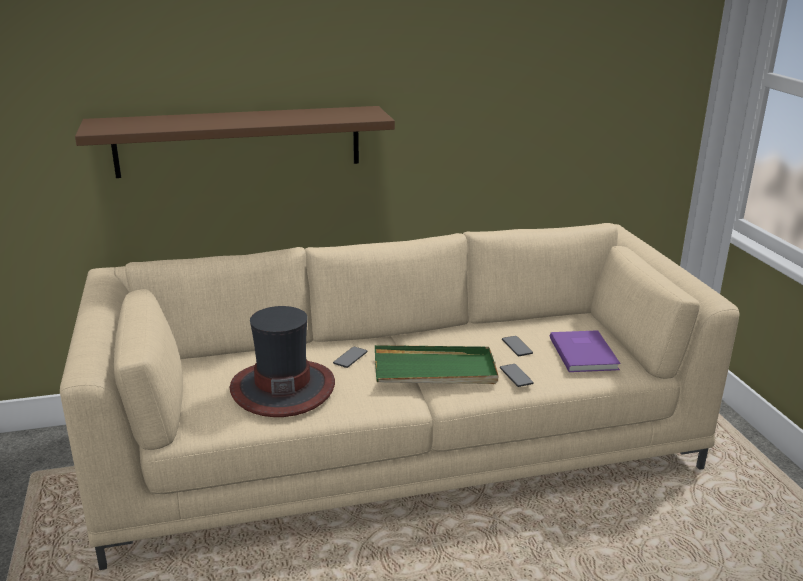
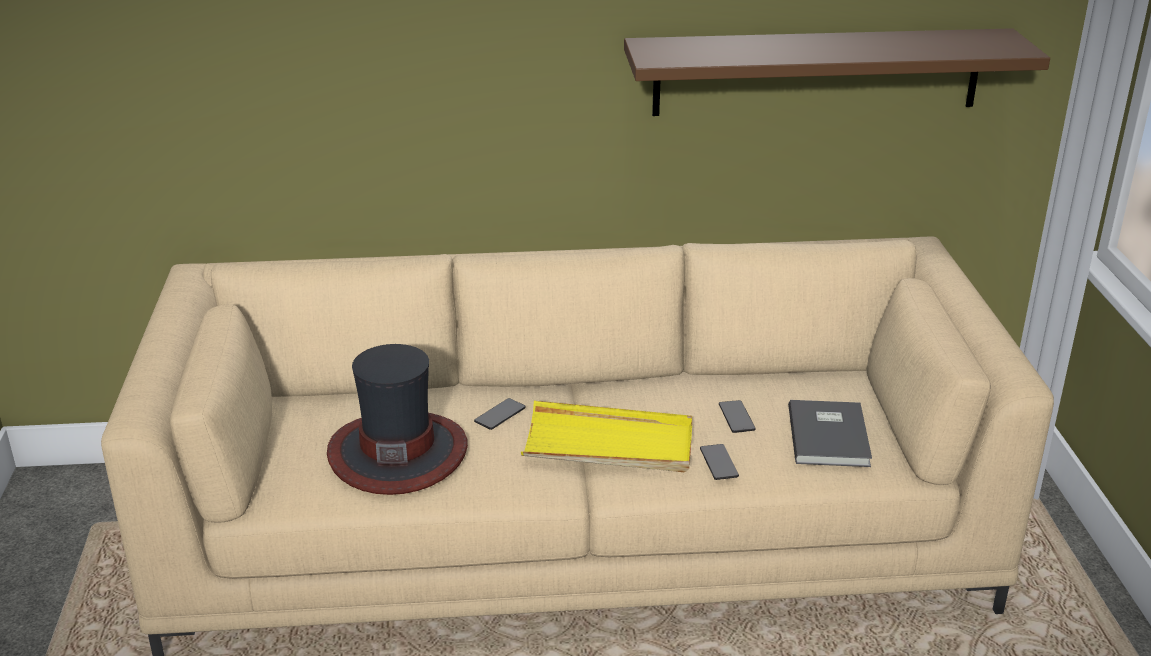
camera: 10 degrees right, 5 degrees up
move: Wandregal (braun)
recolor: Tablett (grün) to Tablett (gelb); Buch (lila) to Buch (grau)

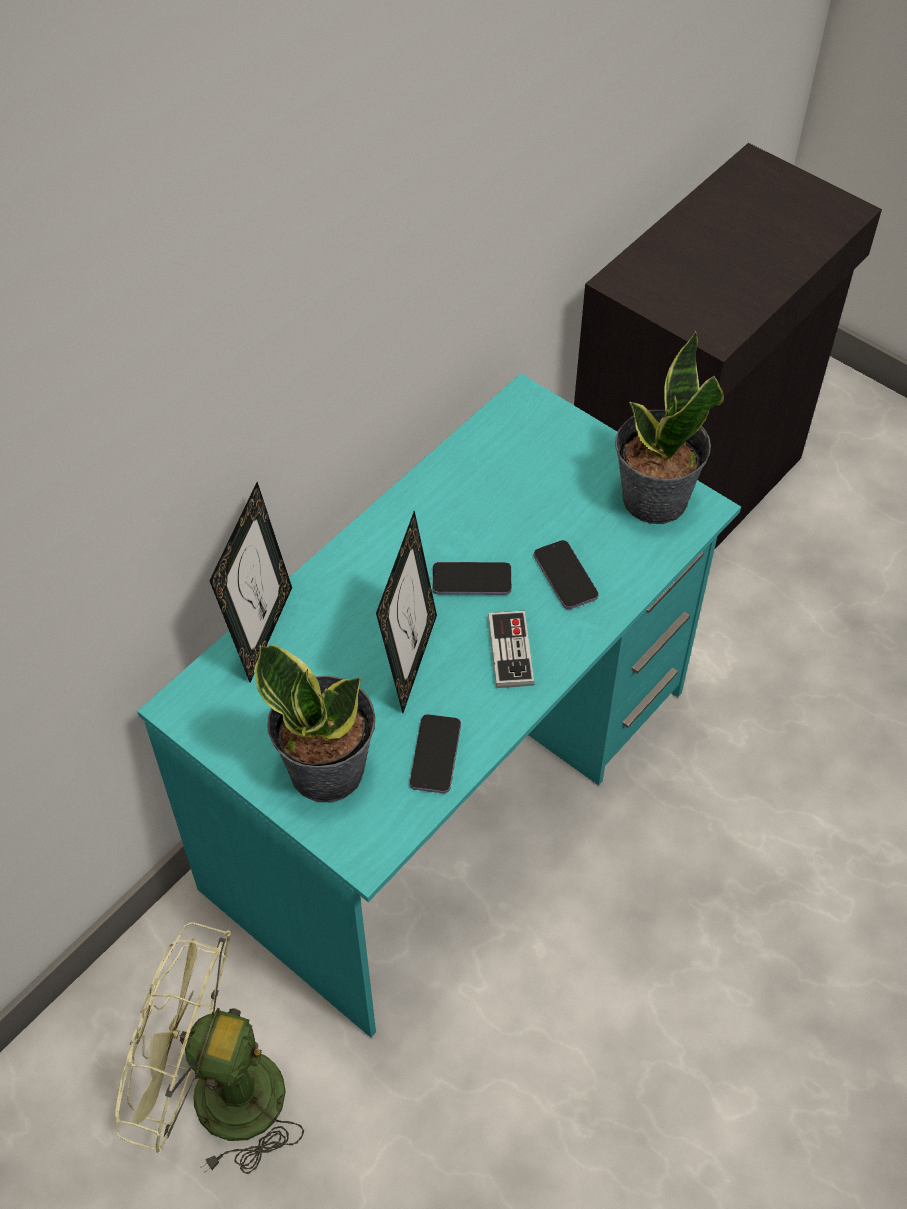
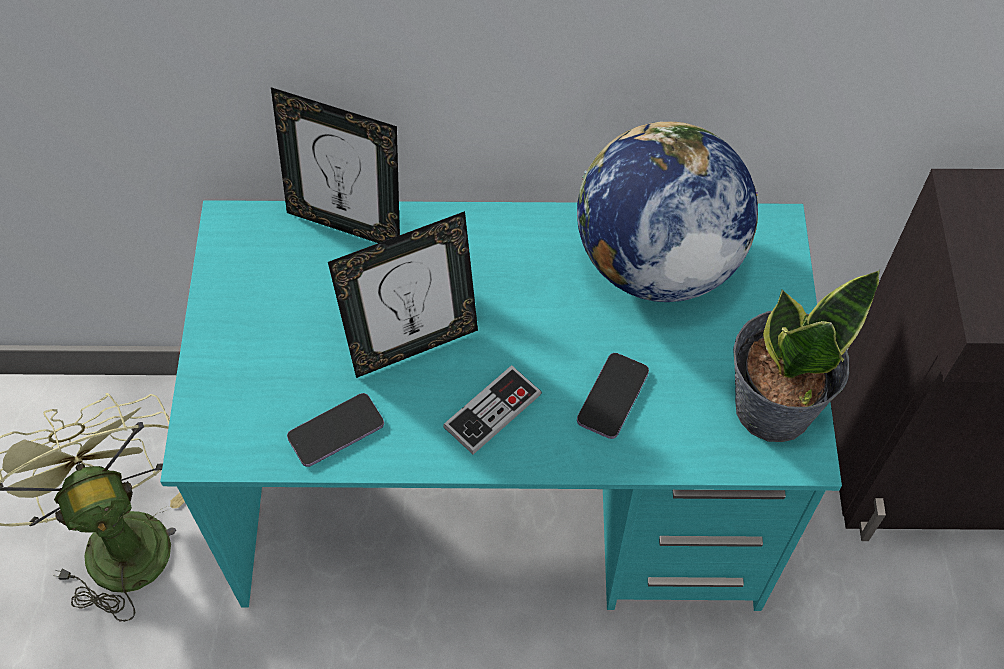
camera: 50 degrees right, 5 degrees up
delete: Topfpflanze (1st from left); Handy (2nd from left)
insert: Globus
rotate: Bilderrahmen (1st from left) 45 degrees clockwise

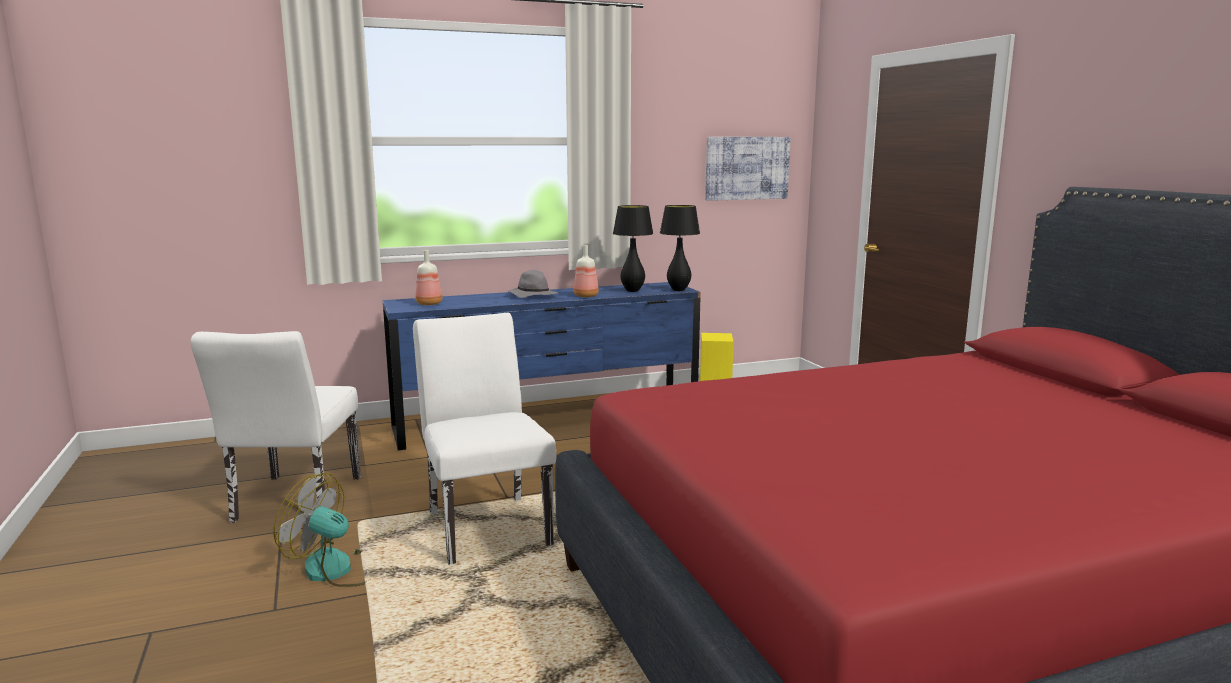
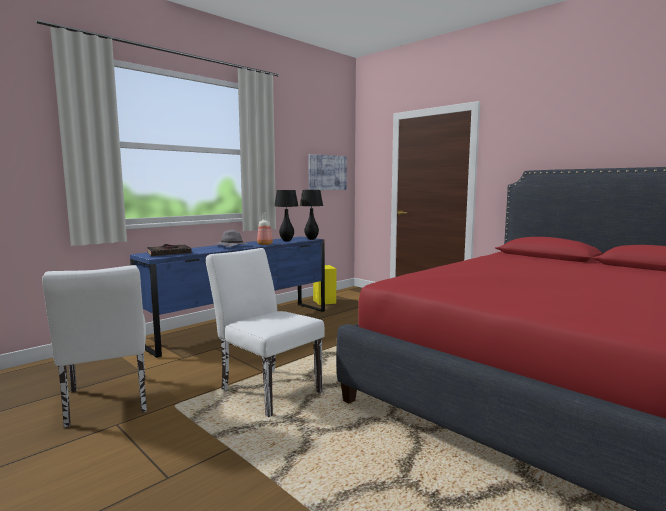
camera: 25 degrees left, 5 degrees down
delete: Ventilator
replace: Flasche (1st from left) to Buch (schwarz)

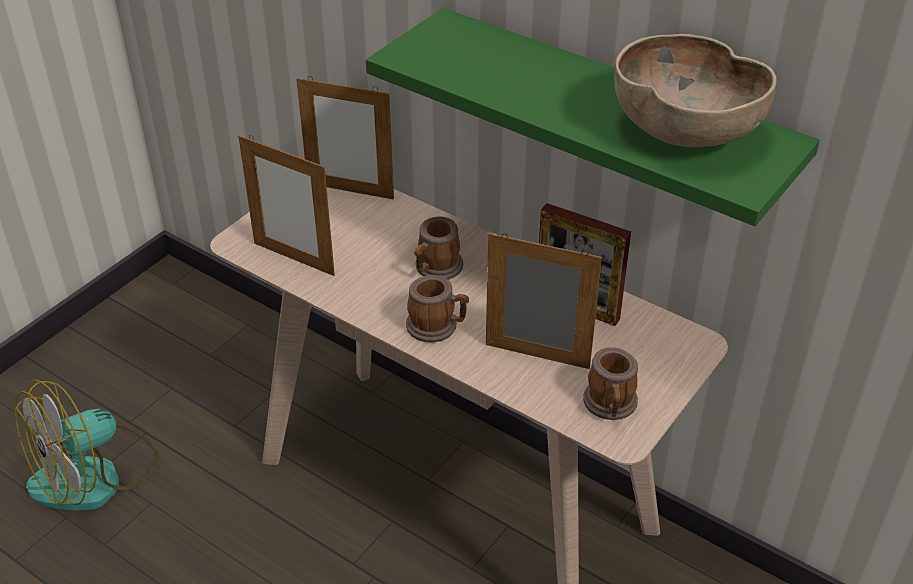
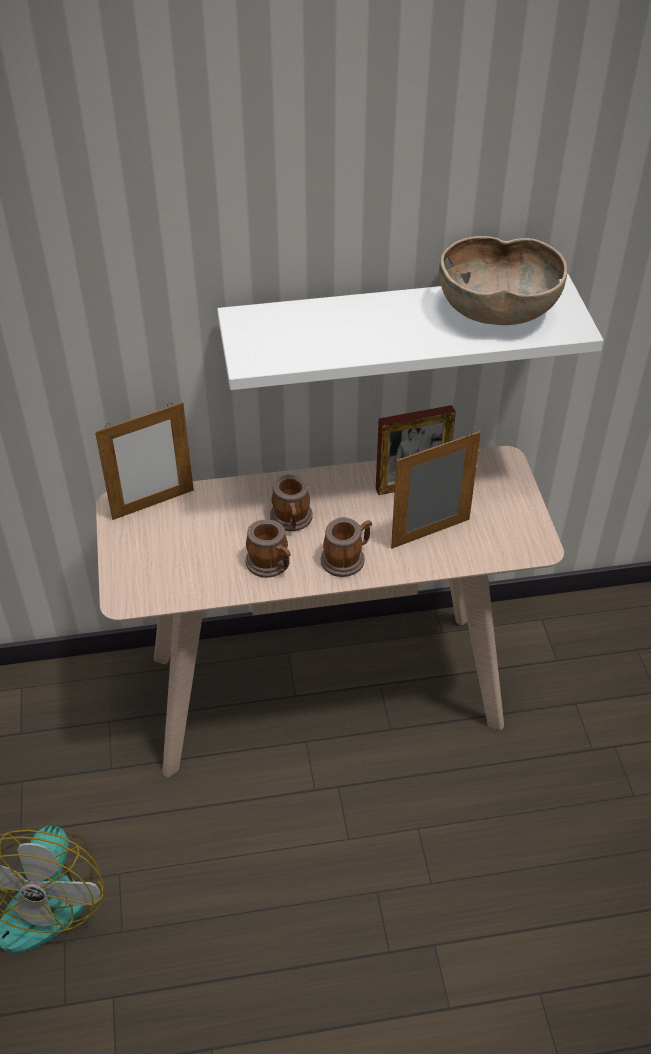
camera: 45 degrees left, 5 degrees up
delete: Bilderrahmen (1st from left)
move: Henkelbecher (3rd from left in the first image) to Henkelbecher (1st from left)
recolor: Wandregal (grün) to Wandregal (weiß)

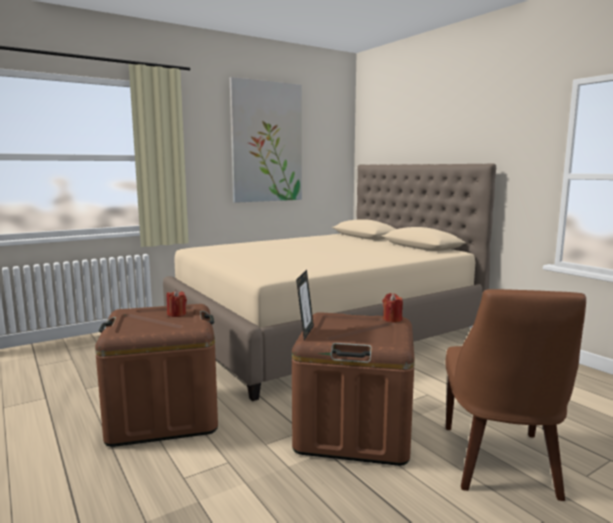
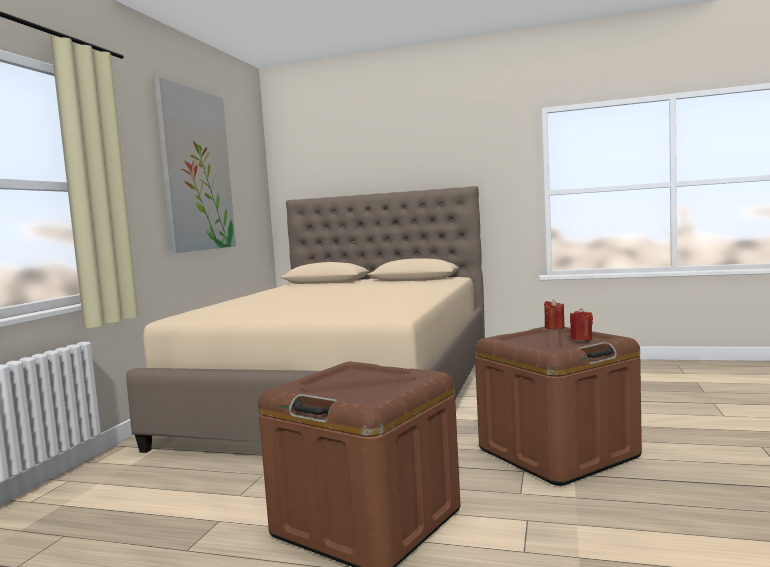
camera: 40 degrees left, 5 degrees down
delete: Bilderrahmen; Stuhl (braun)
move: Kerze (rot) (1st from left in the first image) to Kerze (rot) (2nd from left)

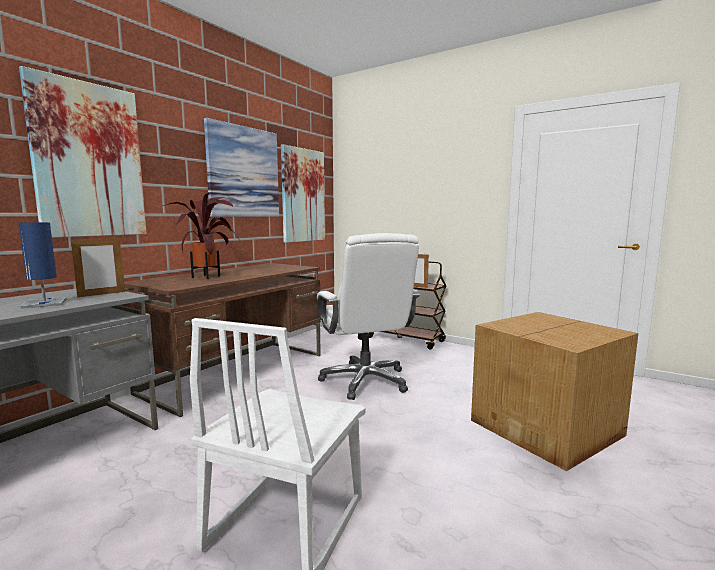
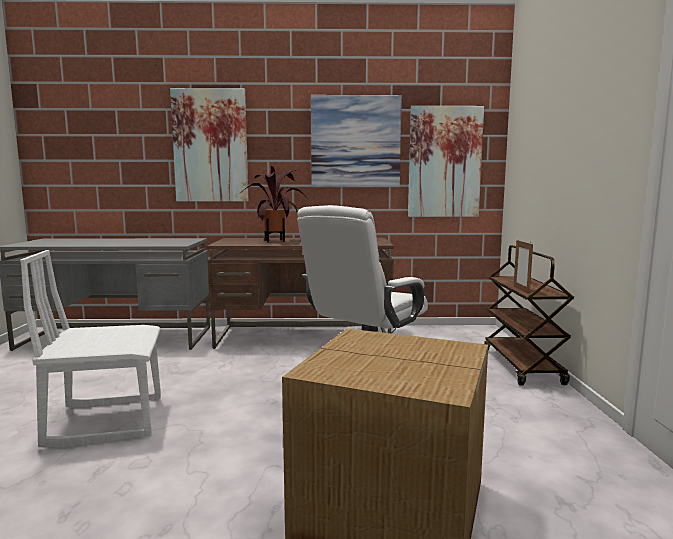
camera: 55 degrees right, 0 degrees up
delete: Tischlampe (blau); Bilderrahmen (1st from left)

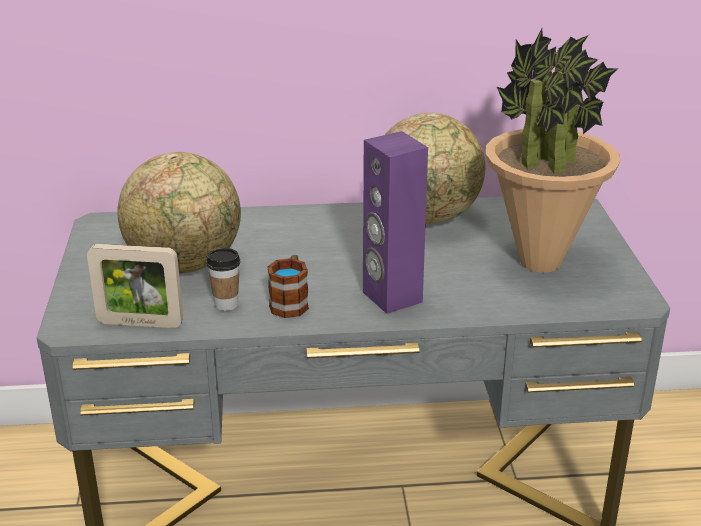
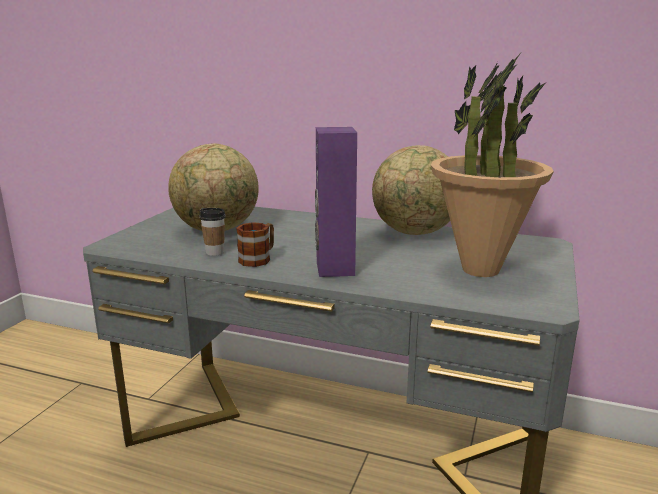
camera: 25 degrees right, 10 degrees down
delete: Bilderrahmen

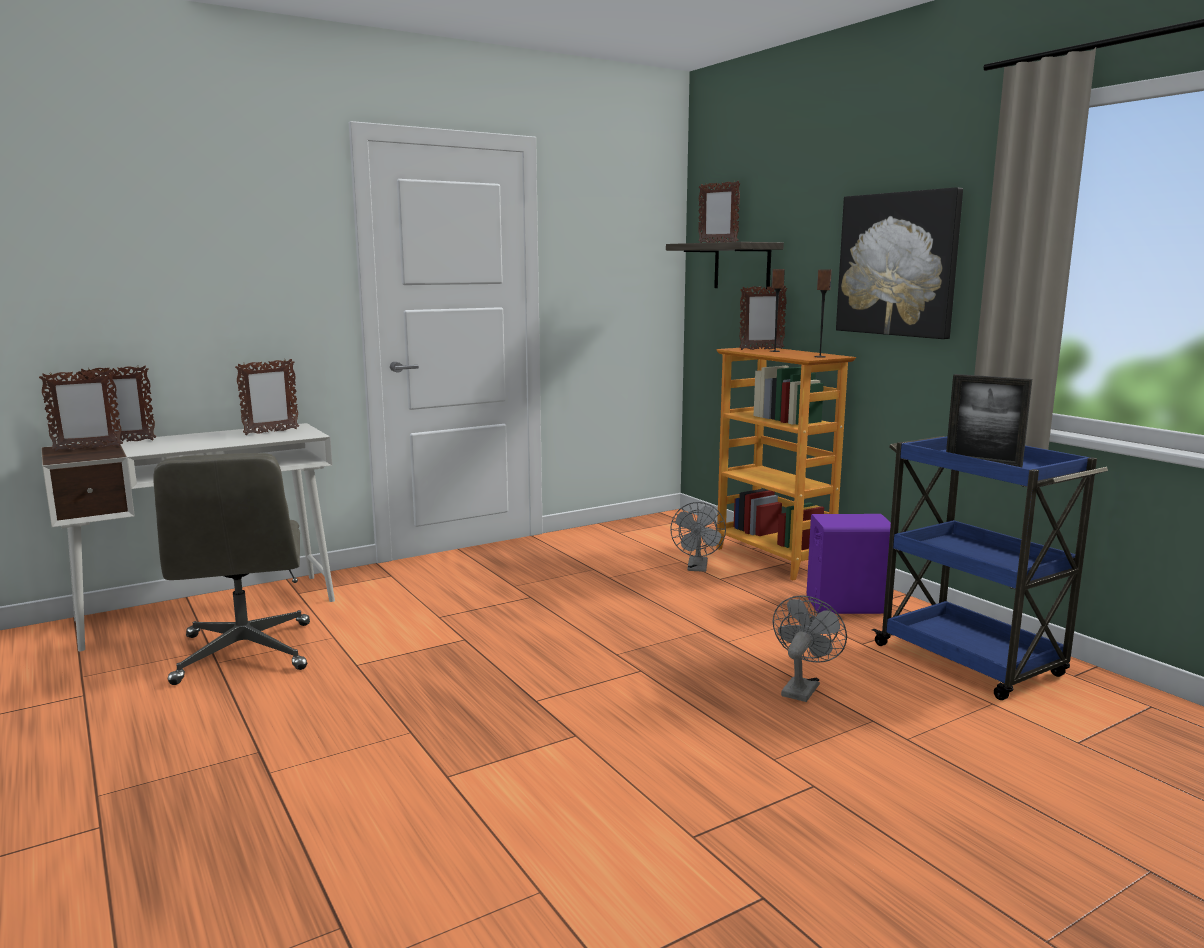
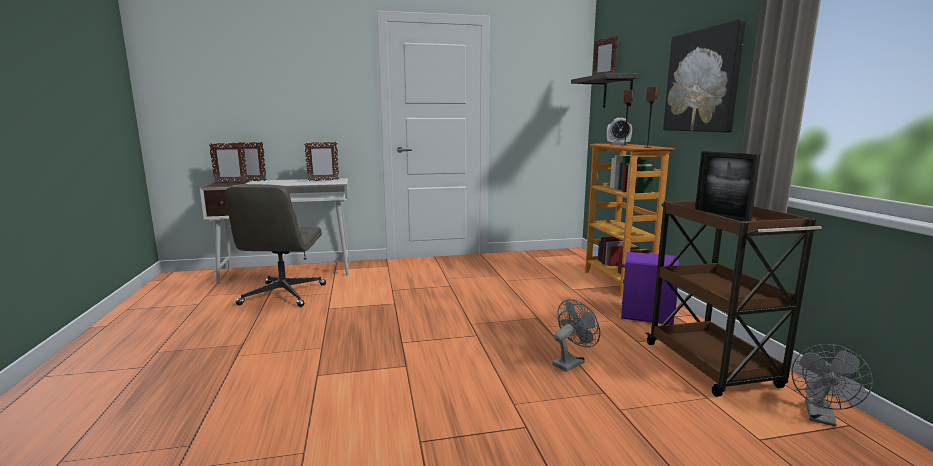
camera: 20 degrees right, 0 degrees up
move: Ventilator (grau) (1st from left in the first image) to Ventilator (grau) (2nd from left)
replace: Bilderrahmen (5th from left) to Wecker
recolor: Rollwagen (blau) to Rollwagen (braun)

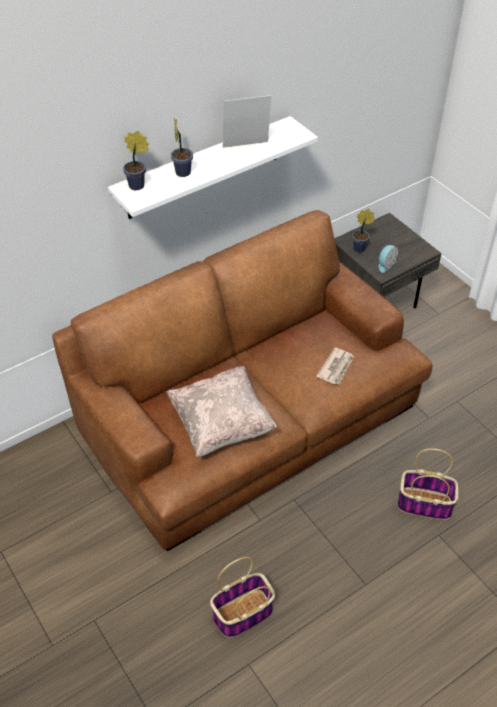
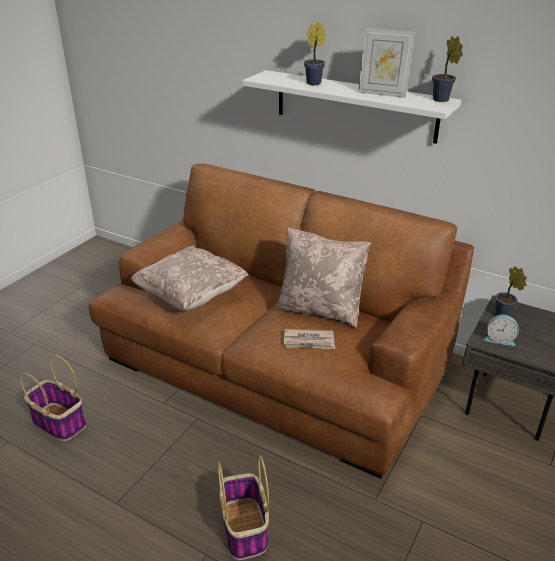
camera: 65 degrees right, 15 degrees down
insert: Kissen (beige) (2nd from left)
move: Topfpflanze (1st from left in the first image) to Topfpflanze (2nd from left)
rotate: Bilderrahmen 150 degrees clockwise

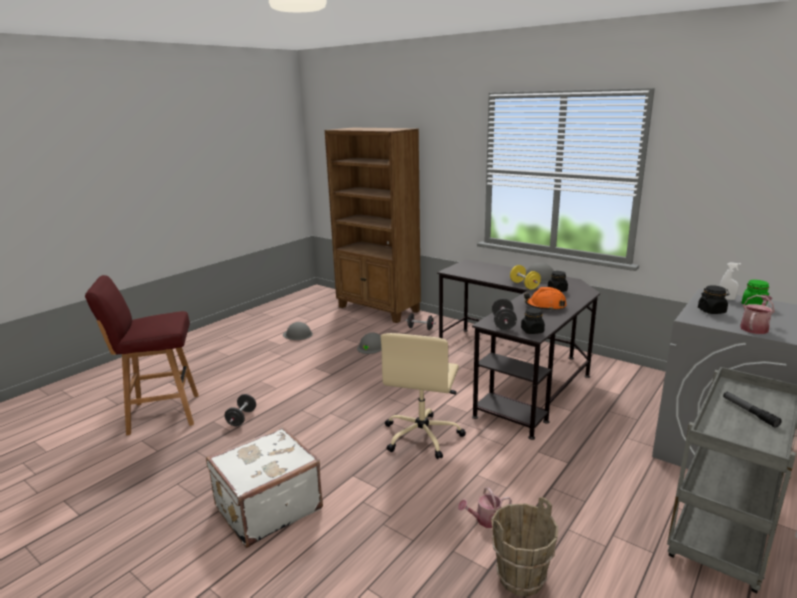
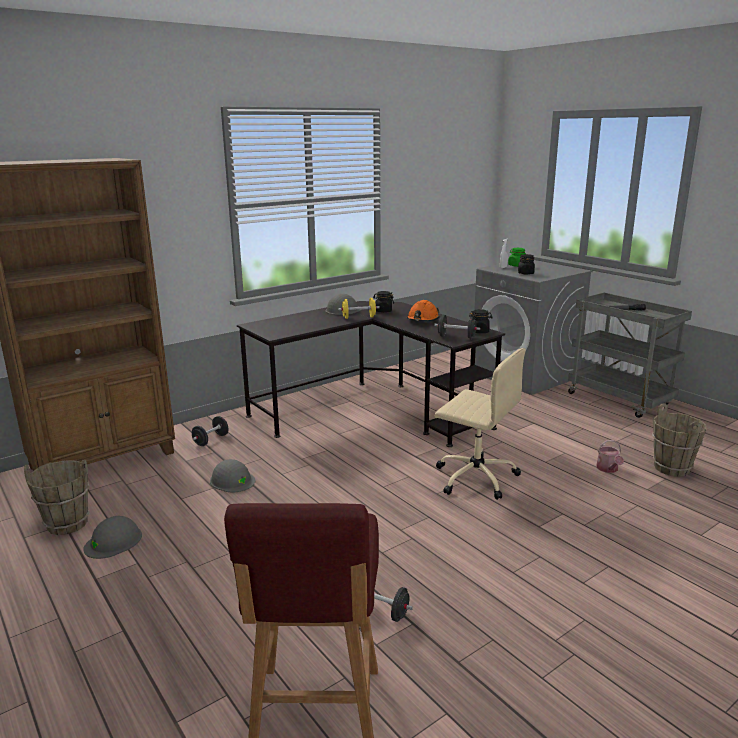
camera: 75 degrees left, 0 degrees up
delete: Koffer (weiß); Gießkanne (2nd from left)
insert: Eimer (braun) (1st from left)

